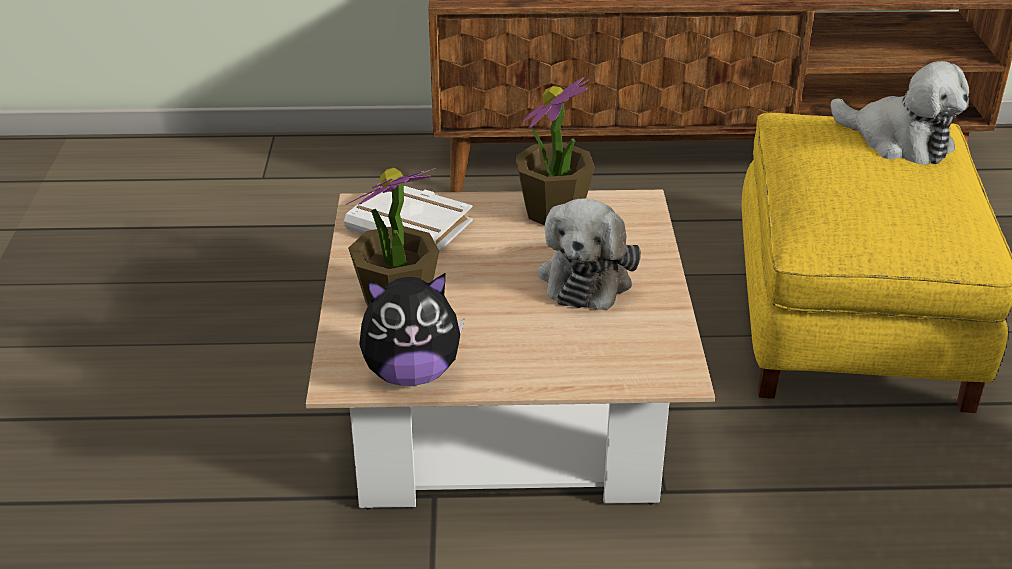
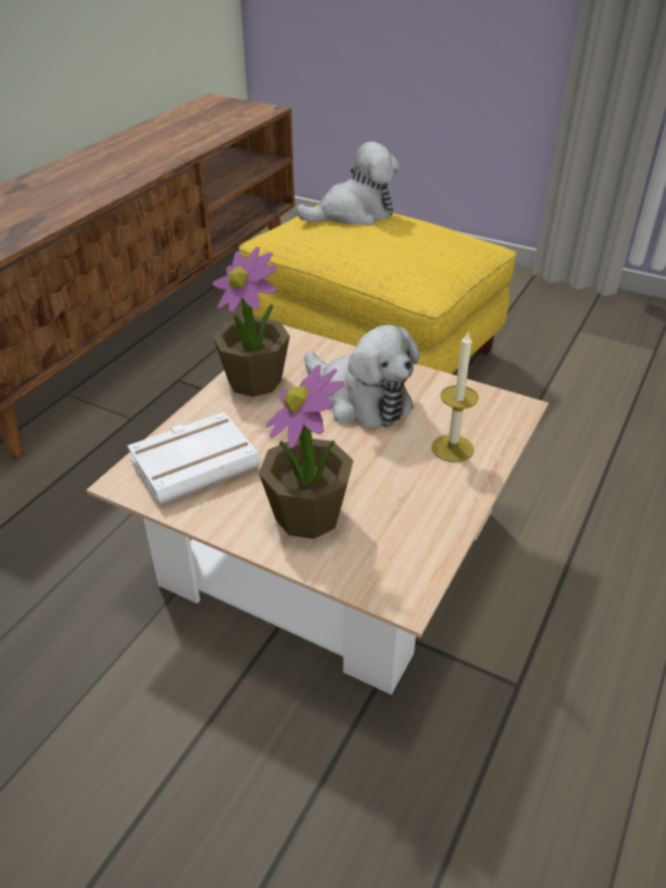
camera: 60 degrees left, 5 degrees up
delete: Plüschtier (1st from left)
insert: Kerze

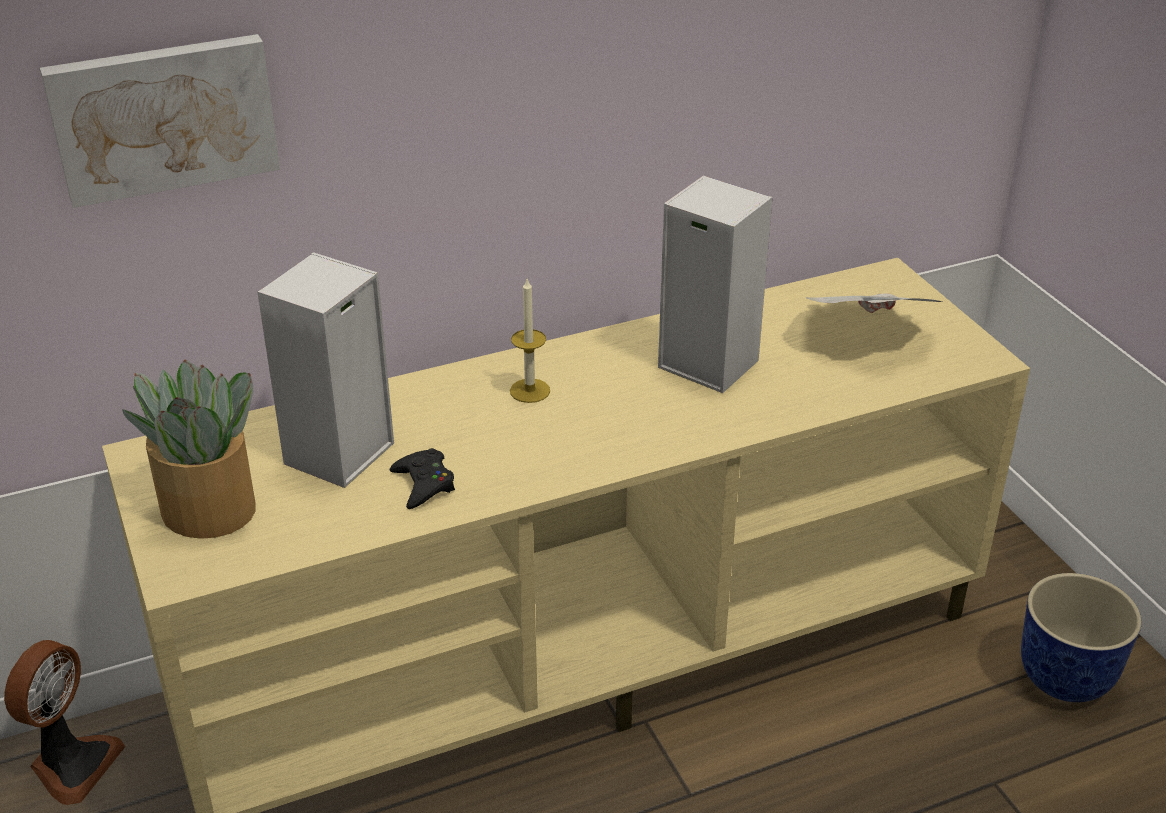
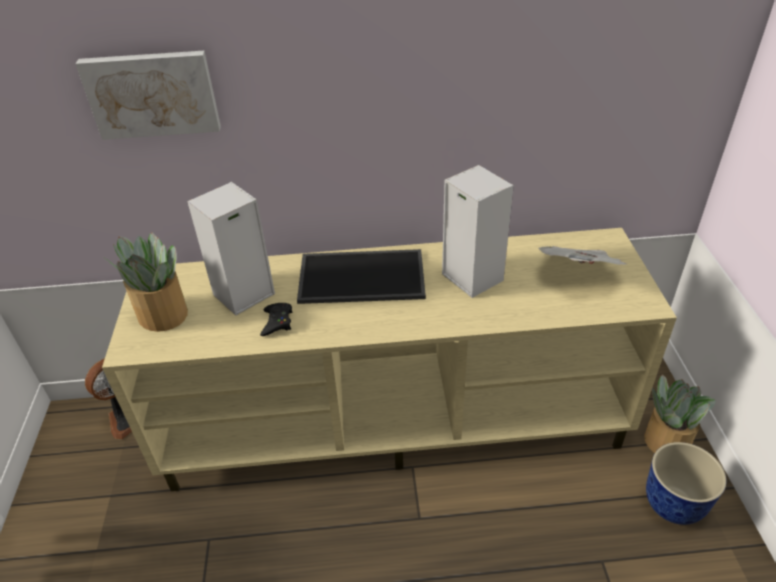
camera: 20 degrees right, 5 degrees up
insert: Topfpflanze (2nd from left)
replace: Kerze to Tablett

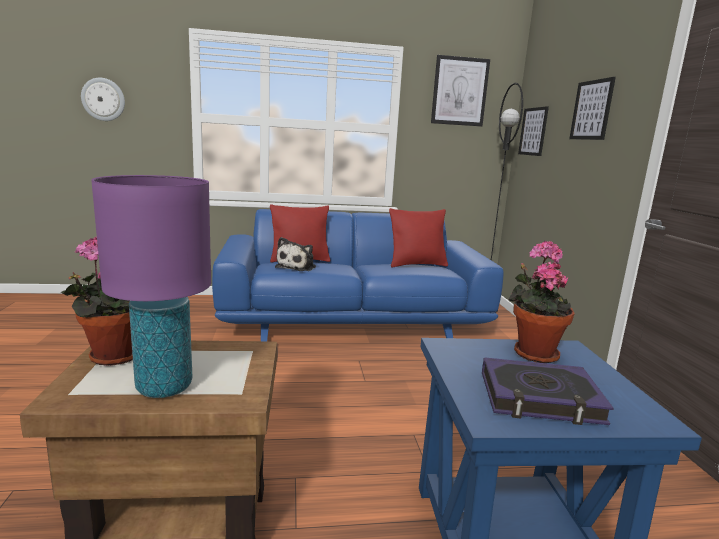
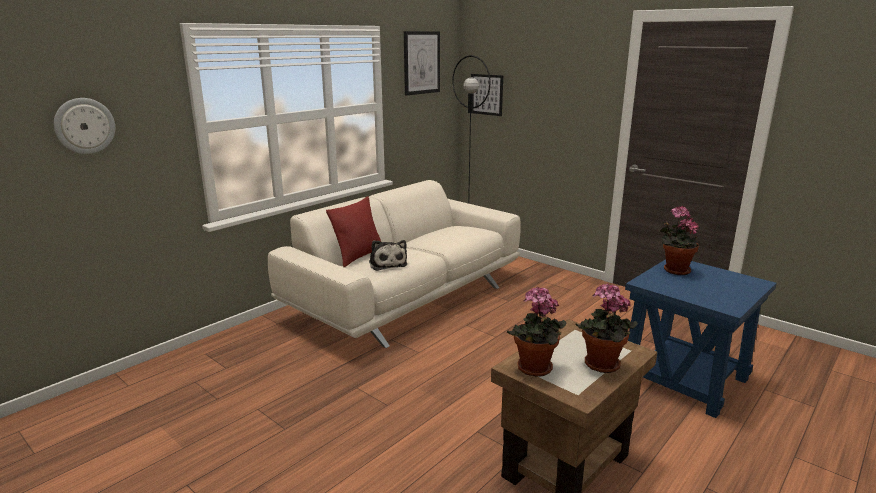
camera: 40 degrees left, 5 degrees up
delete: Kissen (rot) (2nd from left); Buch; Bild (3rd from left)
replace: Tischlampe (lila) to Topfpflanze (2nd from left)
recolor: Sofa (blau) to Sofa (beige)

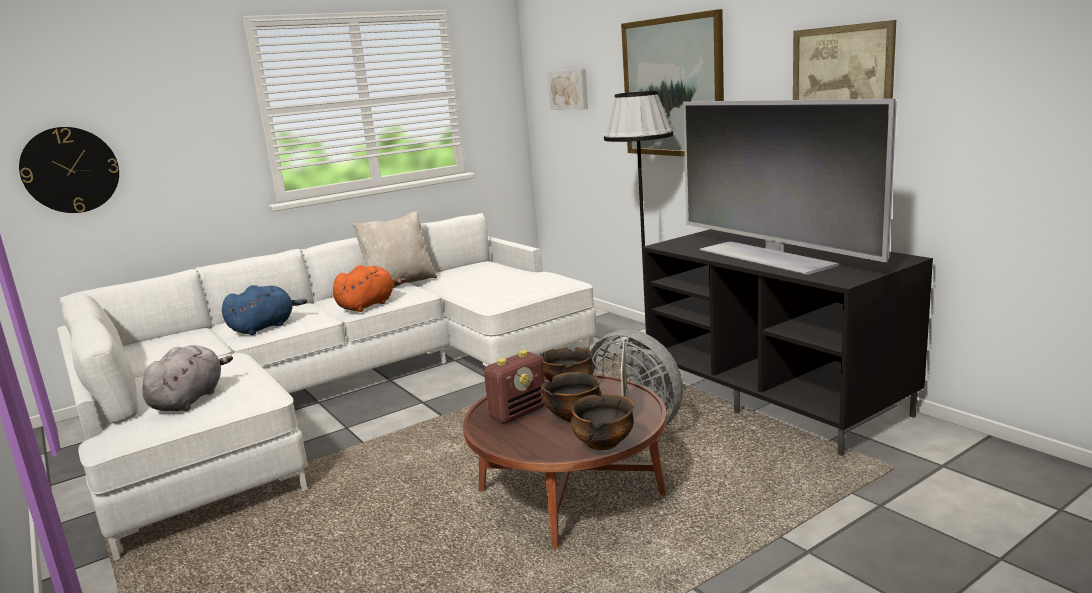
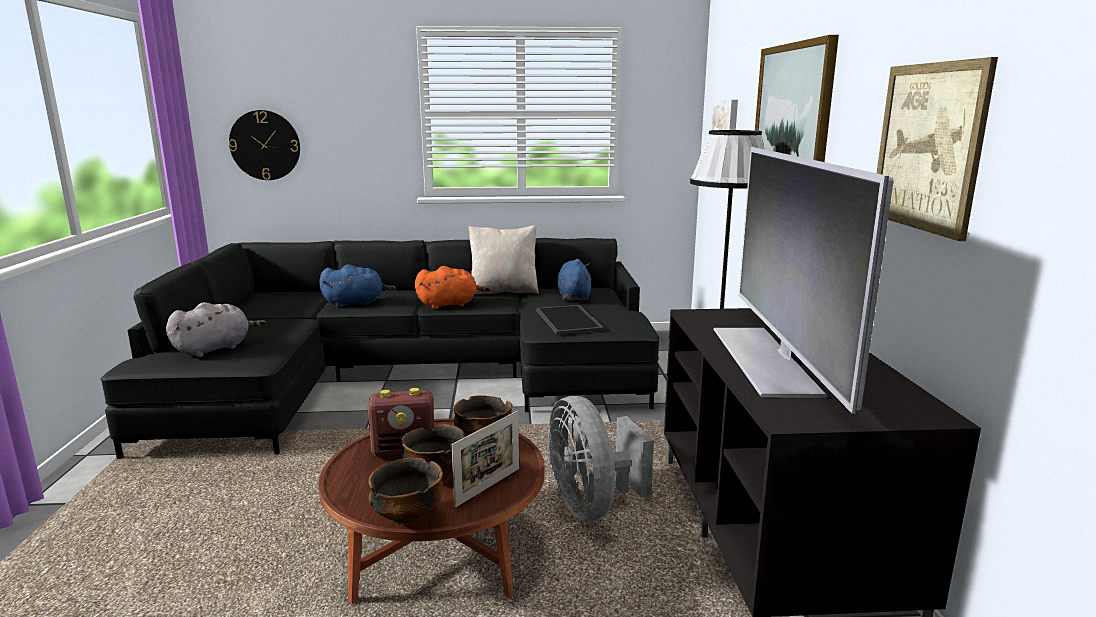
camera: 30 degrees right, 0 degrees up
insert: Tablett; Plüschtier (blau) (2nd from left)
recolor: Sofa (weiß) to Sofa (schwarz)

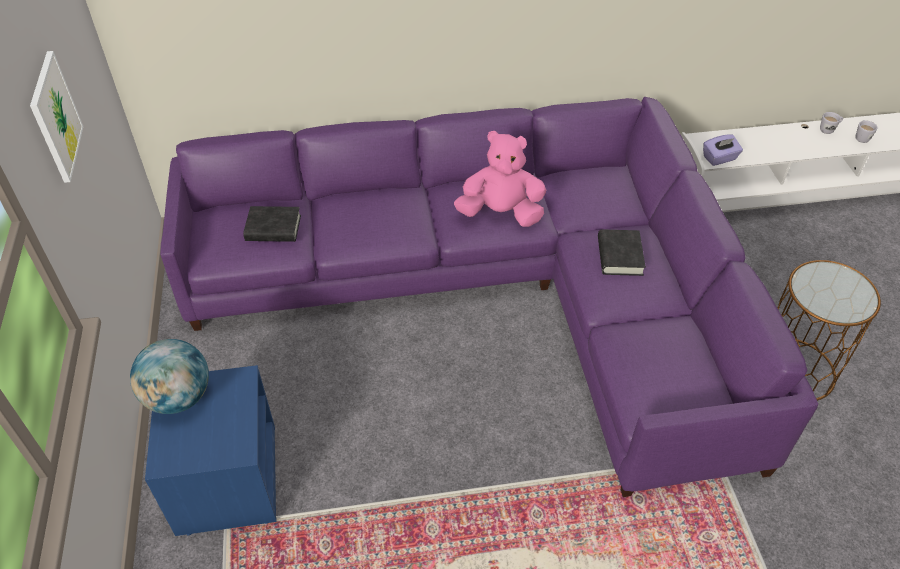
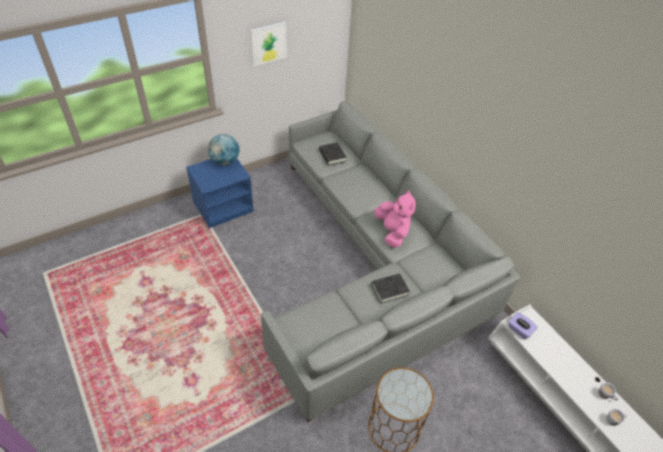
camera: 65 degrees right, 0 degrees up
recolor: Sofa (lila) to Sofa (grau)

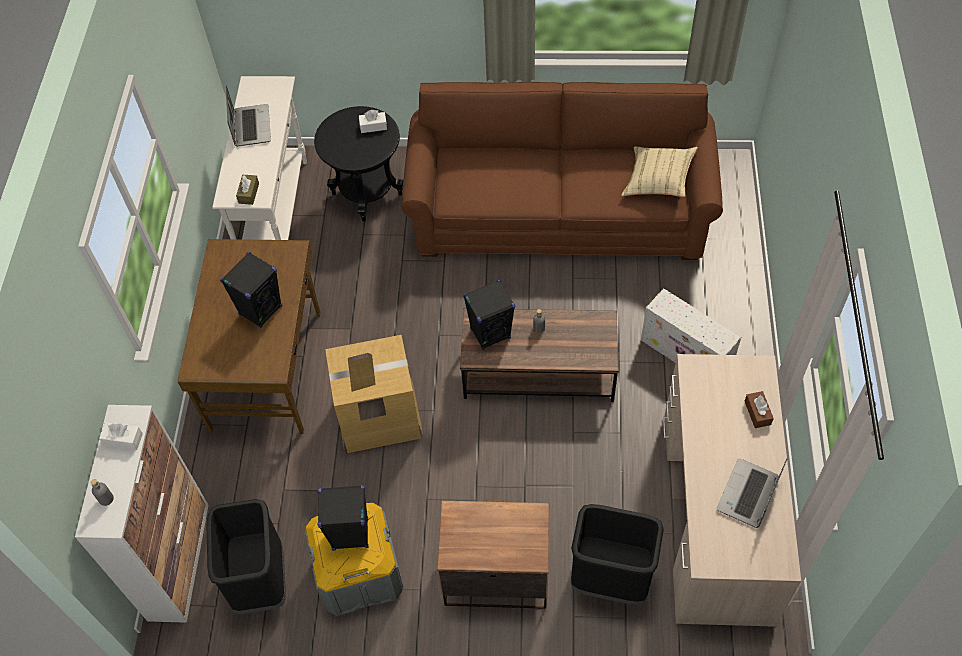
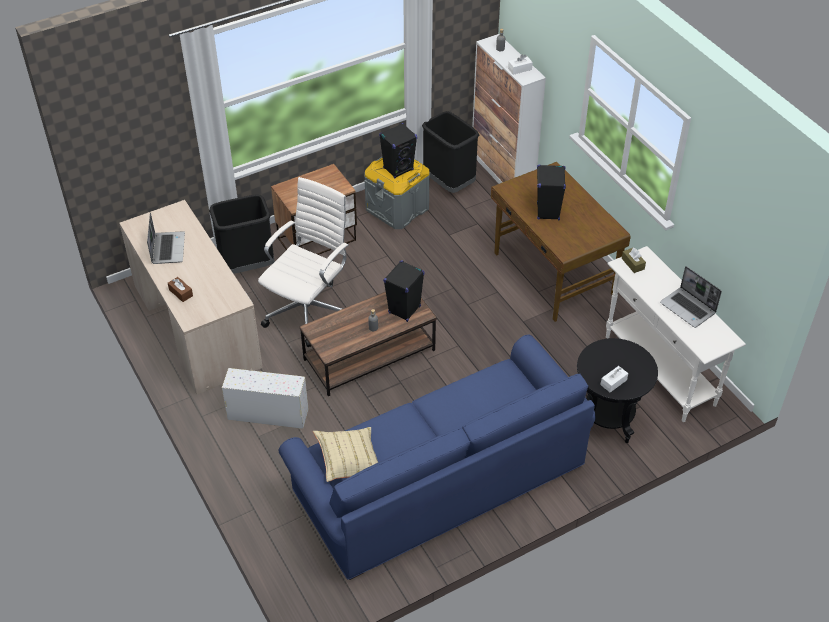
camera: 145 degrees right, 10 degrees down
delete: Karton
insert: Bürostuhl (weiß)
recolor: Sofa (braun) to Sofa (blau)

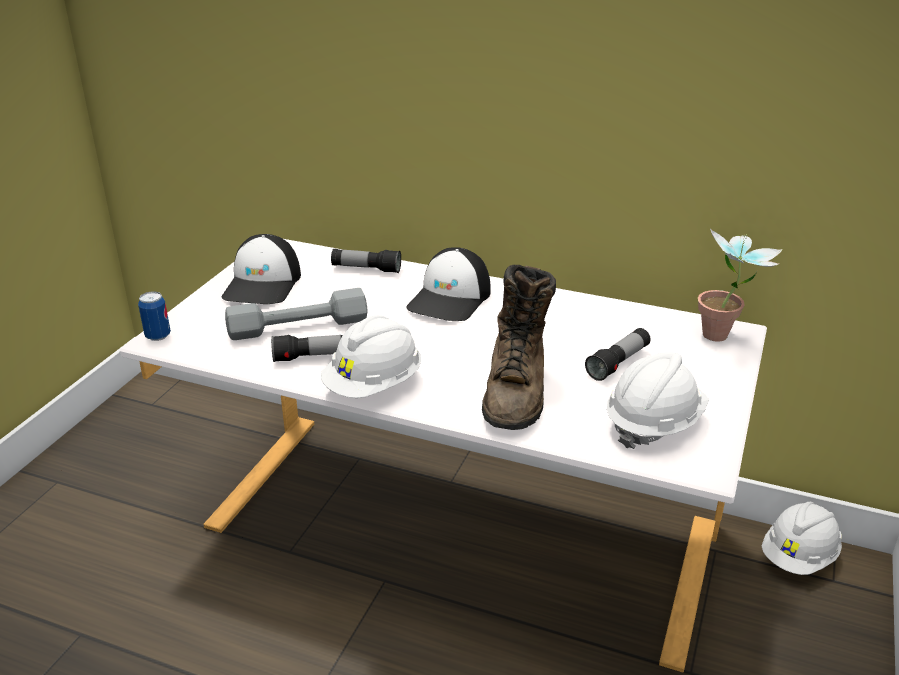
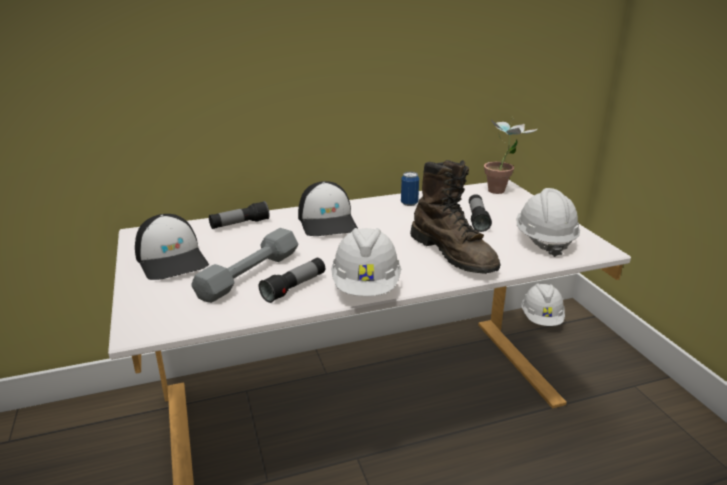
camera: 40 degrees left, 5 degrees down
move: Dose

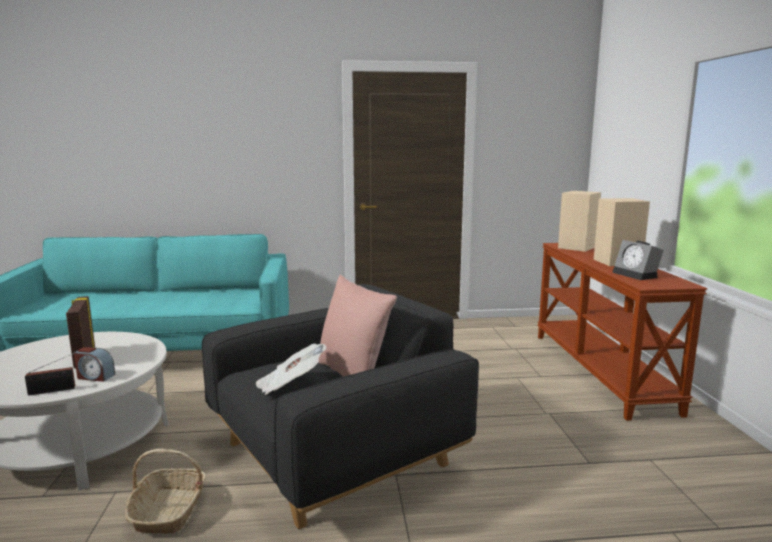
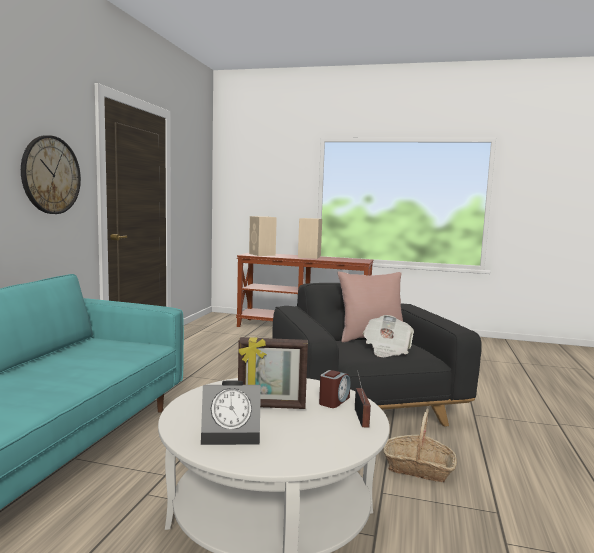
camera: 70 degrees left, 5 degrees down
insert: Wanduhr
move: Wecker (2nd from left in the first image) to Wecker (1st from left)

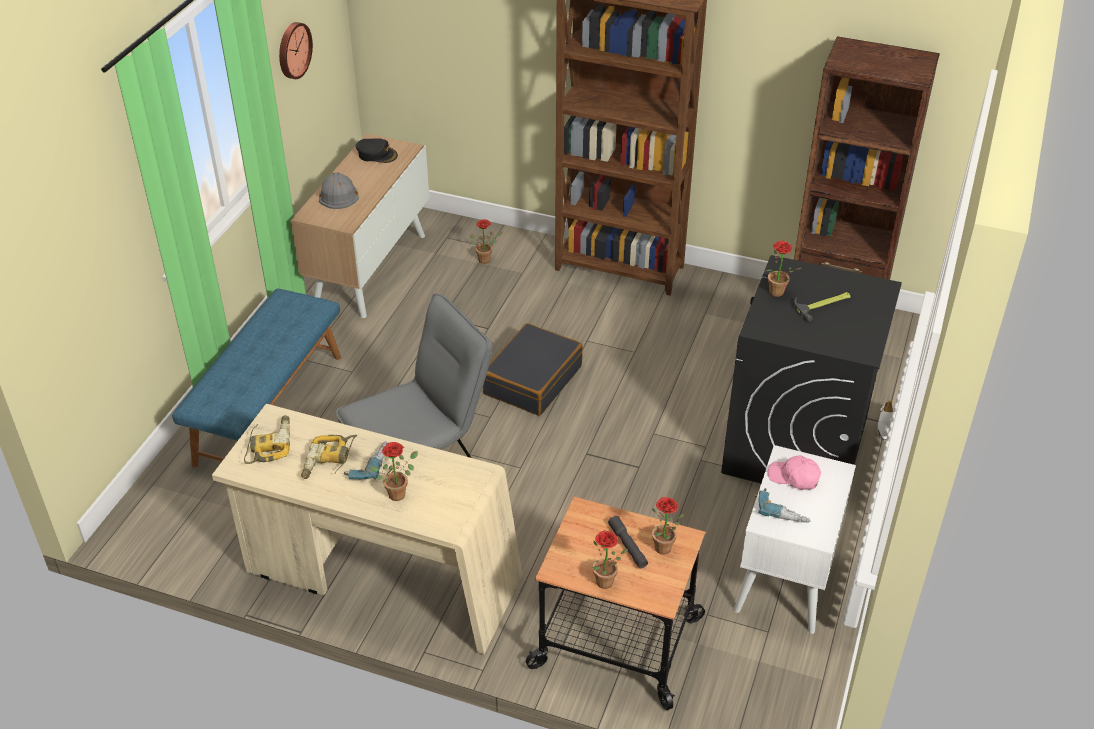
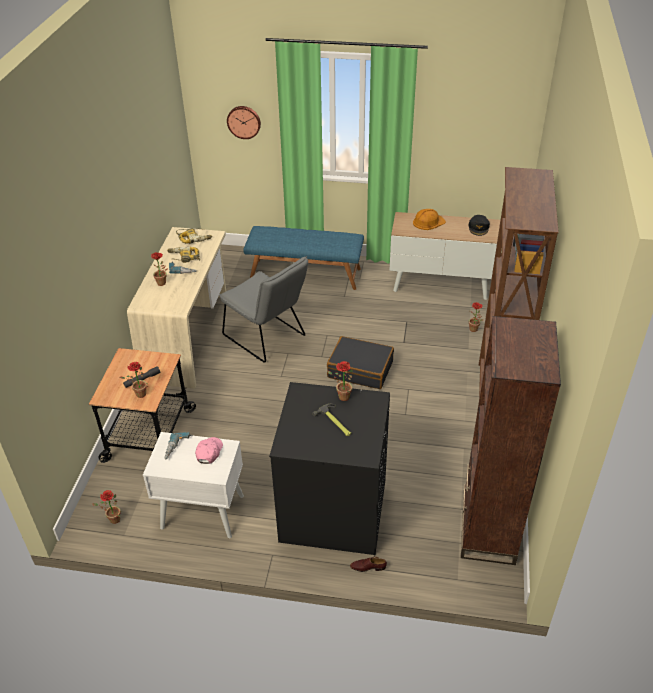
camera: 80 degrees right, 0 degrees up
move: Wanduhr; Topfpflanze (3rd from left in the first image) to Topfpflanze (1st from left)
recolor: Schutzhelm (grau) to Schutzhelm (orange); Schuh (weiß) to Schuh (braun)

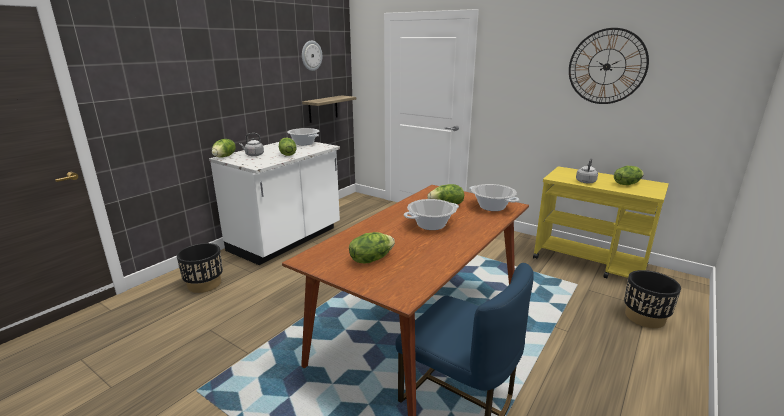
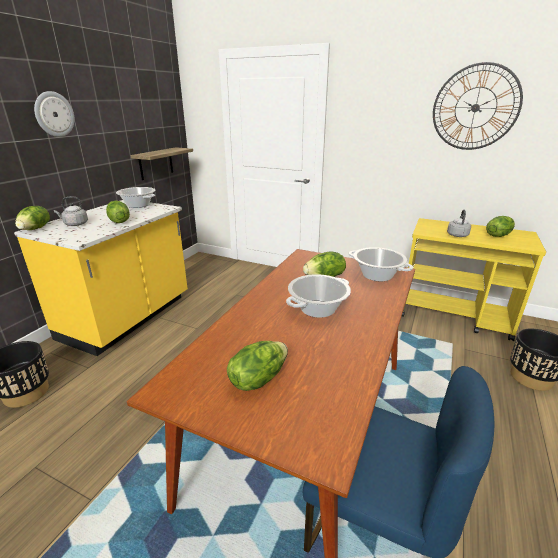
camera: 10 degrees left, 5 degrees up
move: Wanduhr (1st from left)
recolor: Küchenzeile (weiß) to Küchenzeile (gelb)

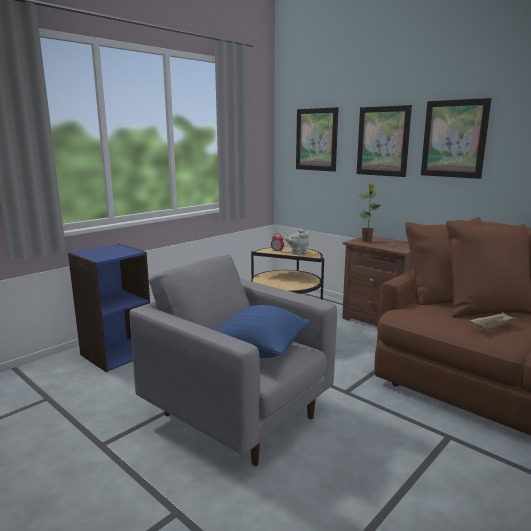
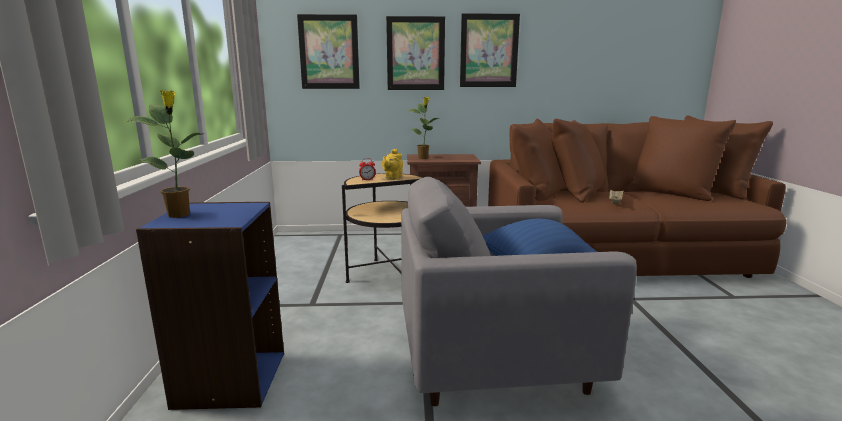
camera: 45 degrees left, 0 degrees up
insert: Topfpflanze (1st from left)
recolor: Teekanne (grau) to Teekanne (gelb)

